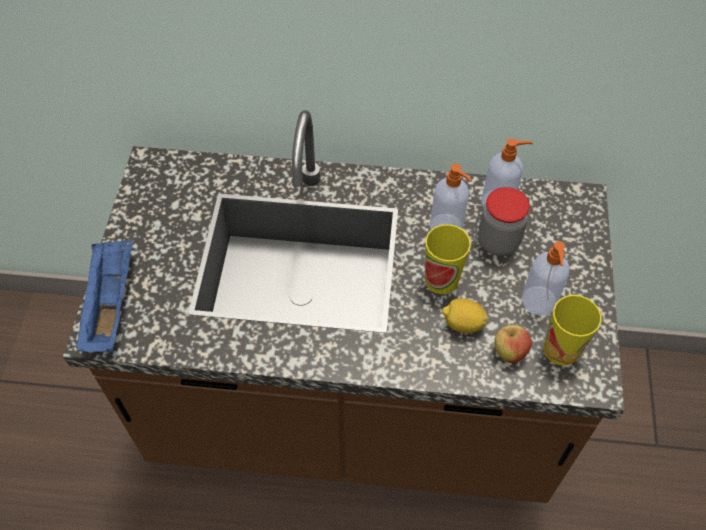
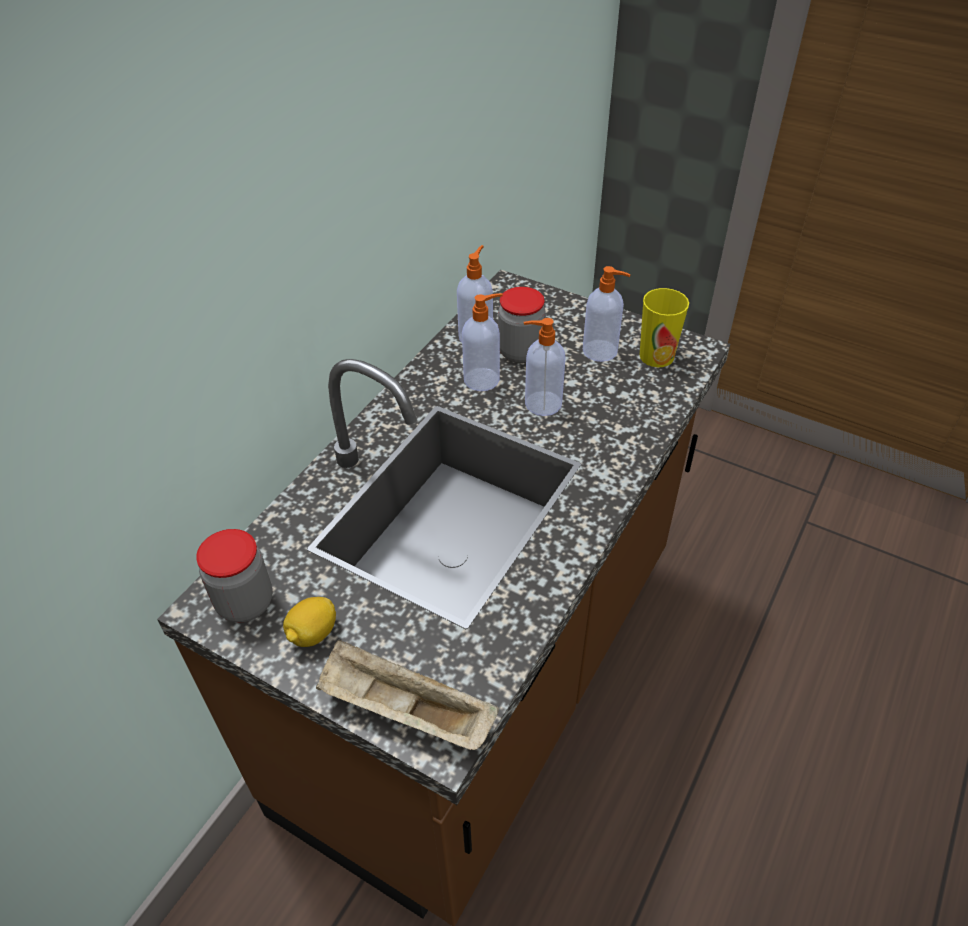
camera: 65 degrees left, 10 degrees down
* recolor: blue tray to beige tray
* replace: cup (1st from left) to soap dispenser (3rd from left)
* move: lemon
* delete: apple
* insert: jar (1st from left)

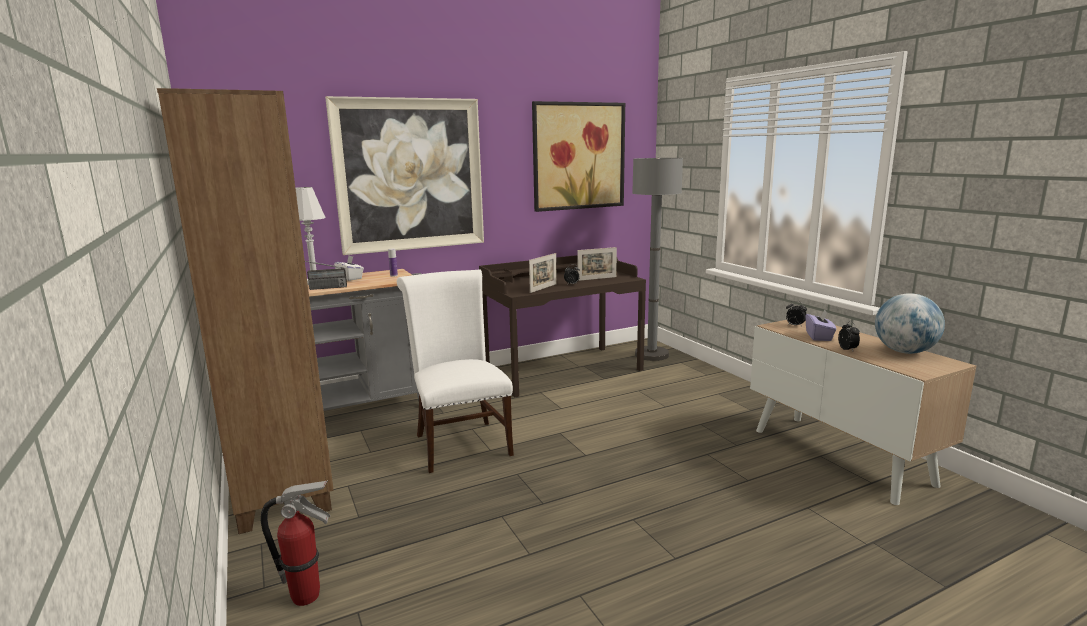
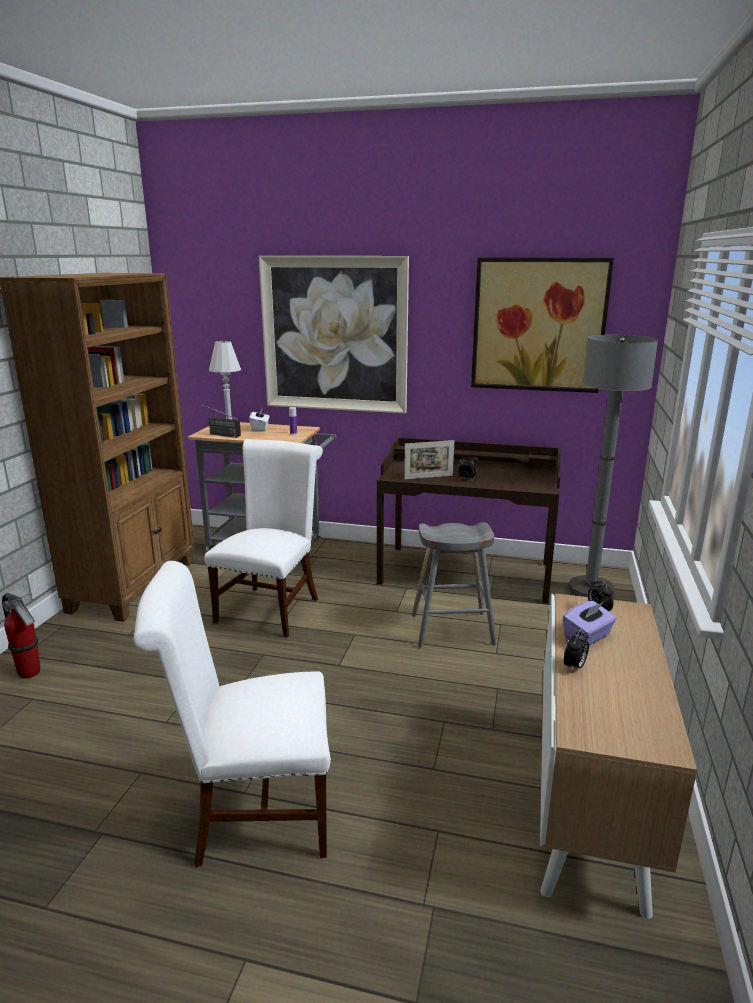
camera: 40 degrees right, 5 degrees up
* delete: picture frame (2nd from left)
* delete: globe
* insert: white chair (1st from left)
* insert: grey stool

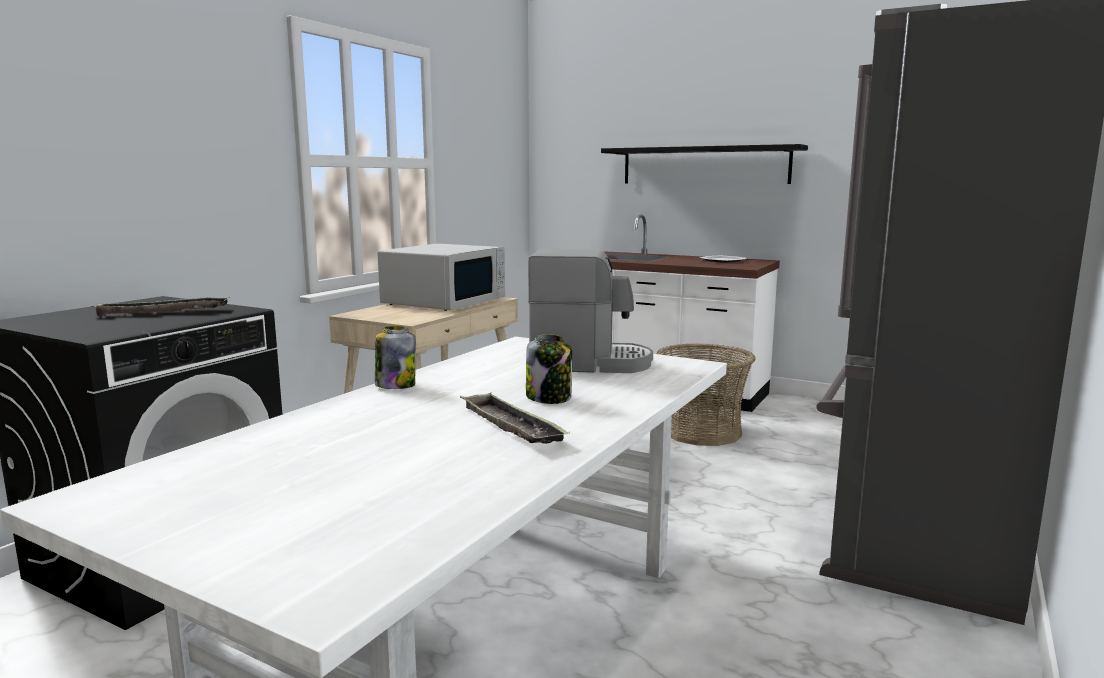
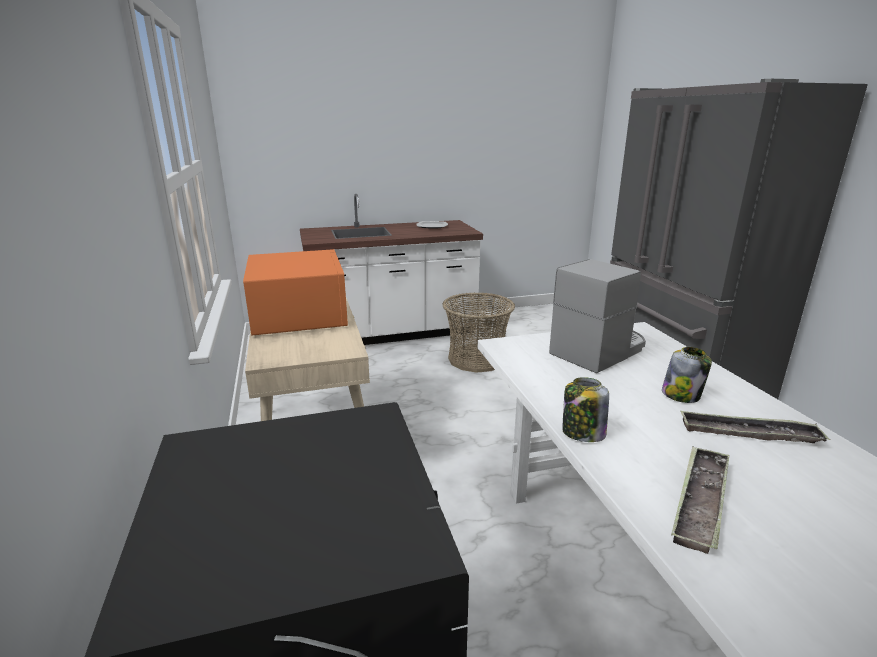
camera: 45 degrees left, 10 degrees up
* move: tray (1st from left)
* recolor: white microwave to orange microwave
* delete: black shelf

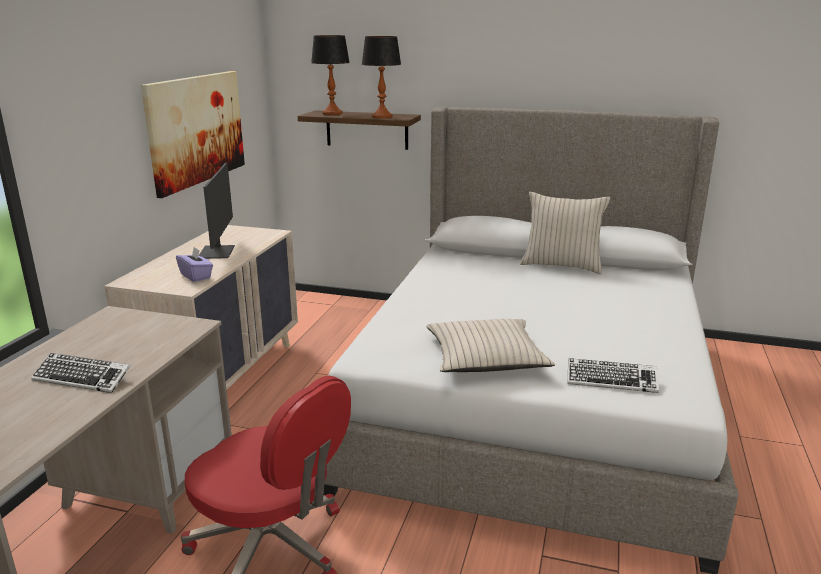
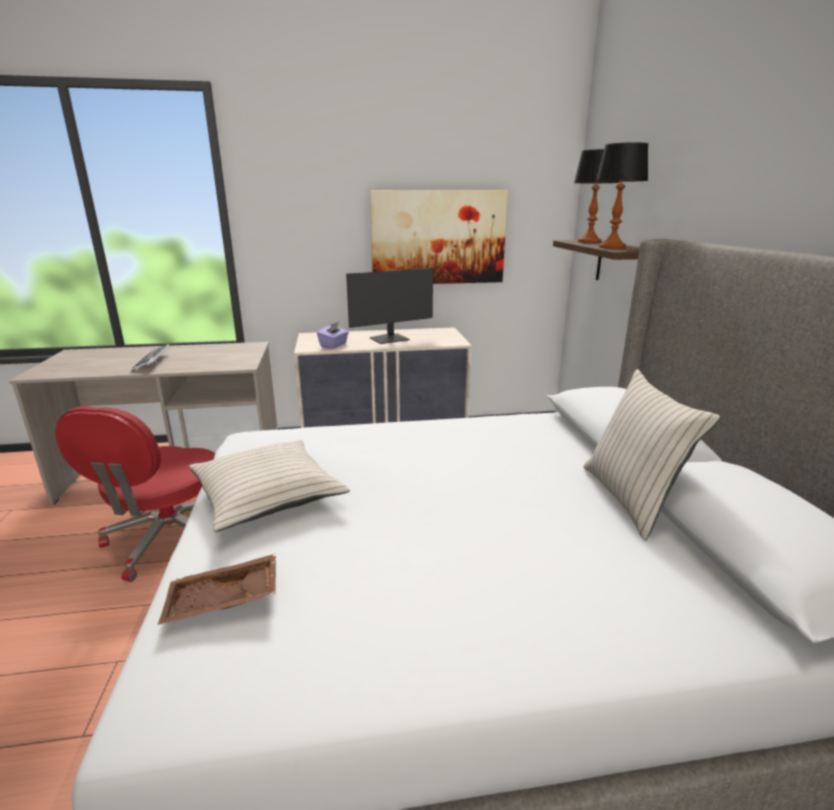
camera: 65 degrees right, 0 degrees up
* replace: keyboard (2nd from left) to brown tray

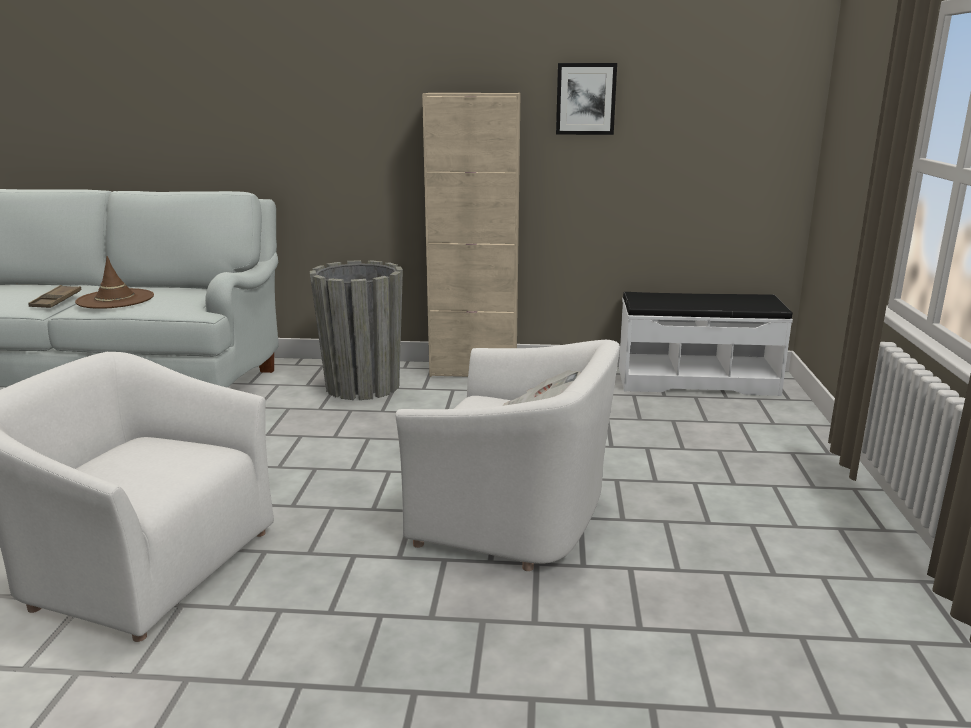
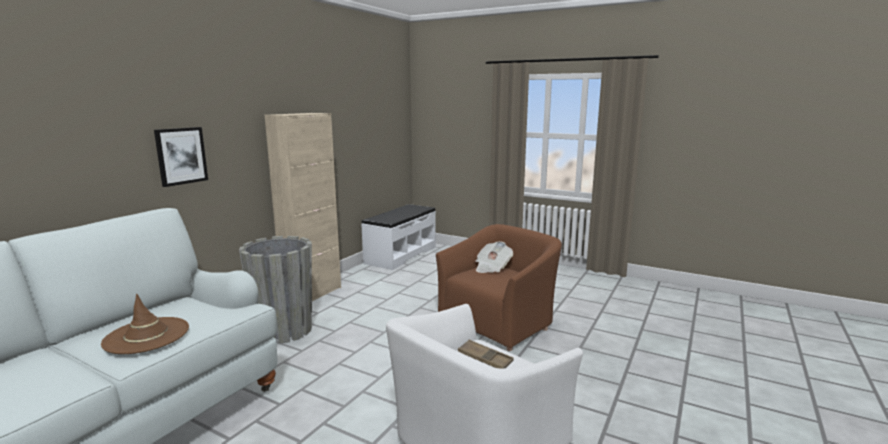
camera: 65 degrees left, 5 degrees down
* move: brown tray
* recolor: white armchair (2nd from left) to brown armchair
* move: picture

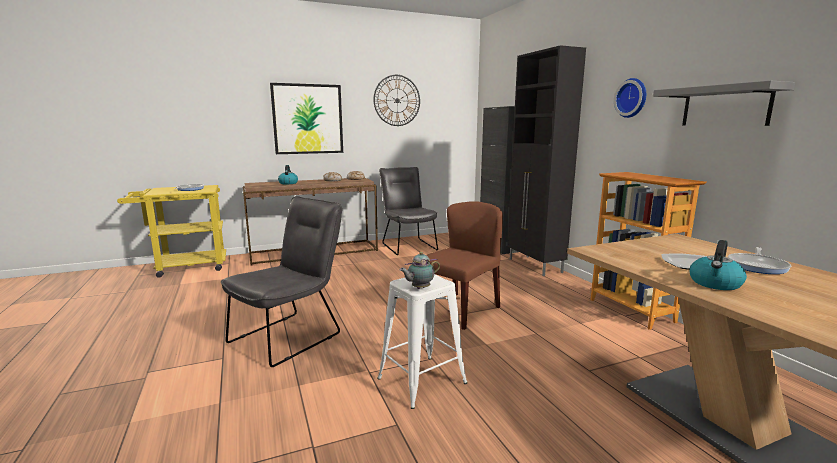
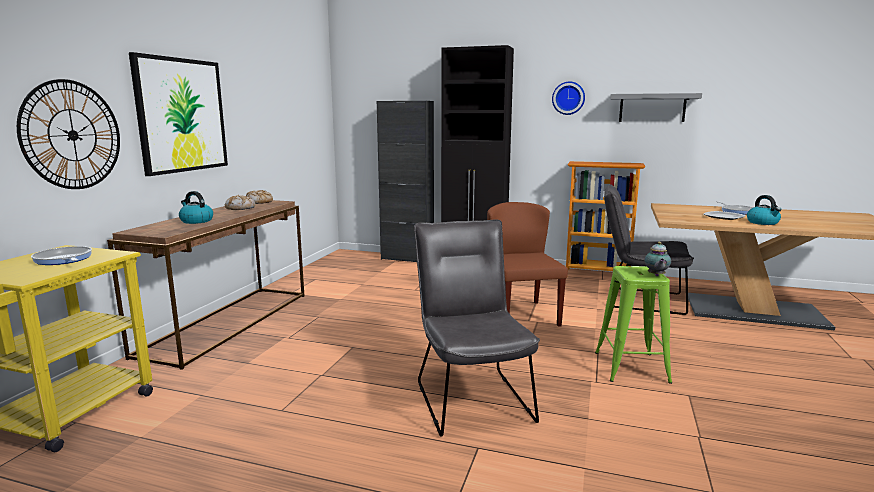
camera: 50 degrees left, 0 degrees up
* move: wall clock (1st from left)
* recolor: white stool to green stool
* move: grey chair (2nd from left)

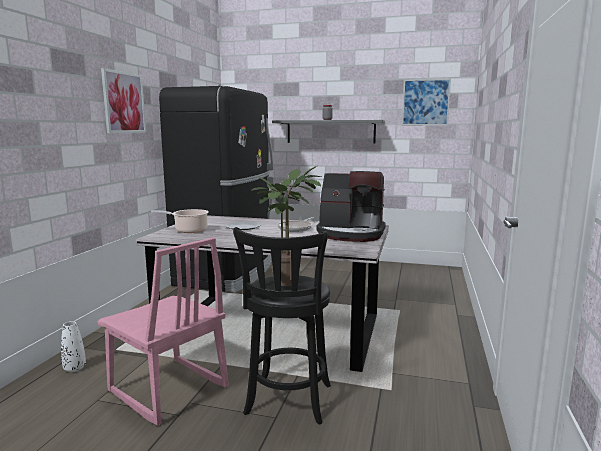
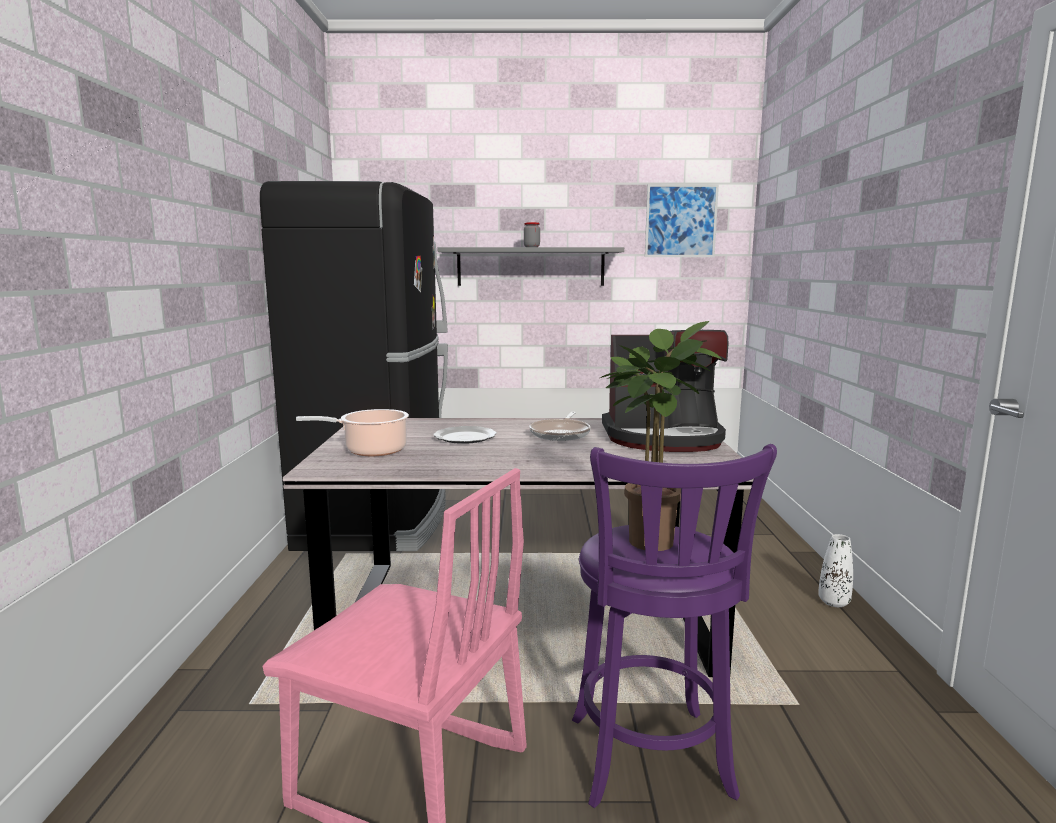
camera: 15 degrees left, 0 degrees up
* move: white vase
* delete: picture (1st from left)
* recolor: black stool to purple stool

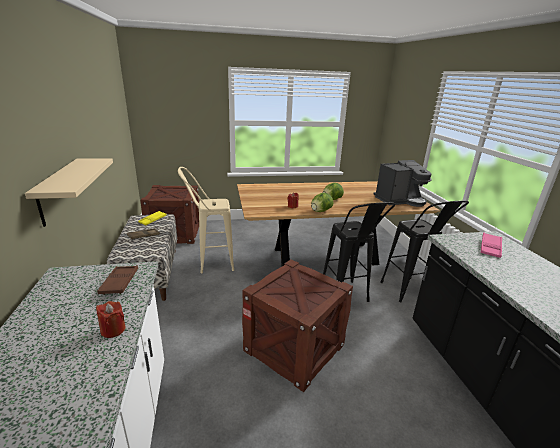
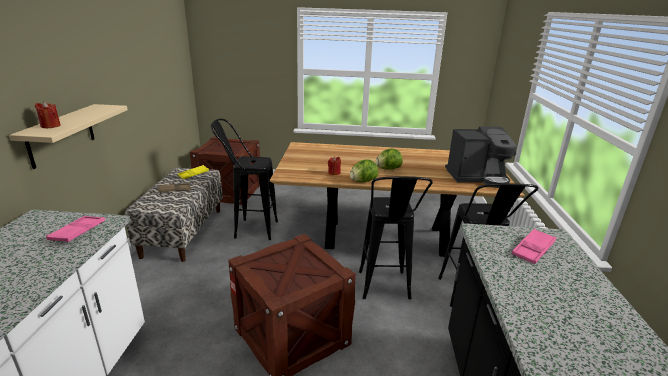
camera: 15 degrees right, 0 degrees up
* move: red candle (1st from left)
* recolor: brown tray (1st from left) to pink tray (1st from left)
* recolor: beige stool to black stool (1st from left)

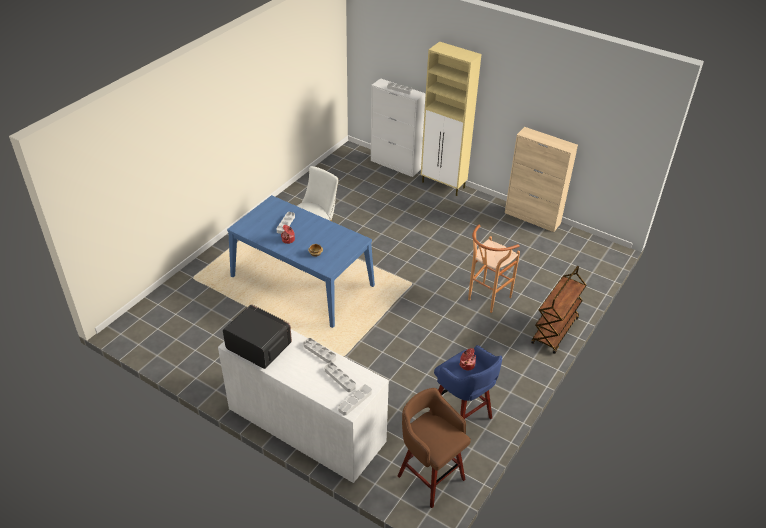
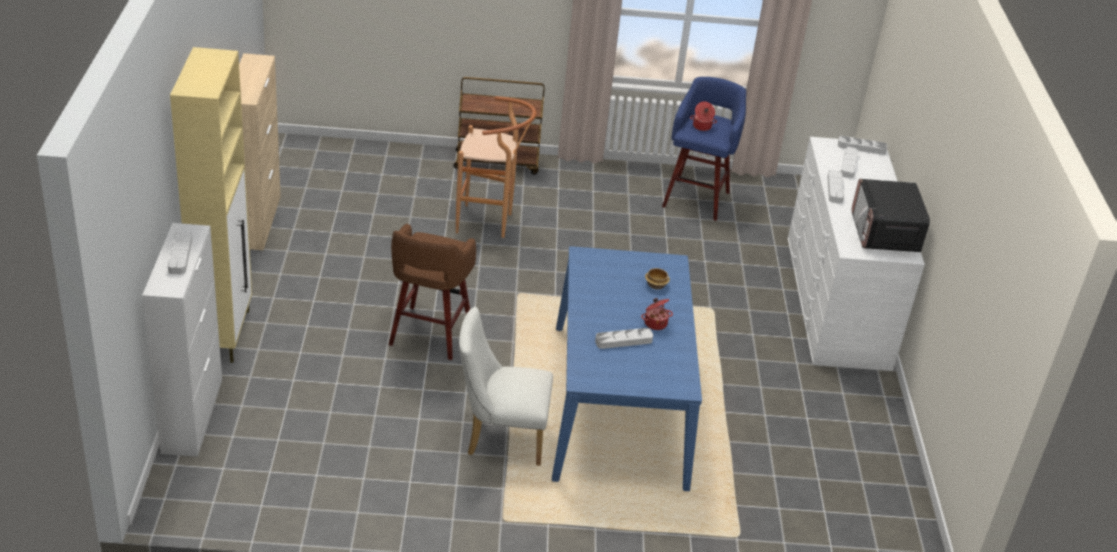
camera: 125 degrees left, 5 degrees down
* move: brown stool (1st from left)

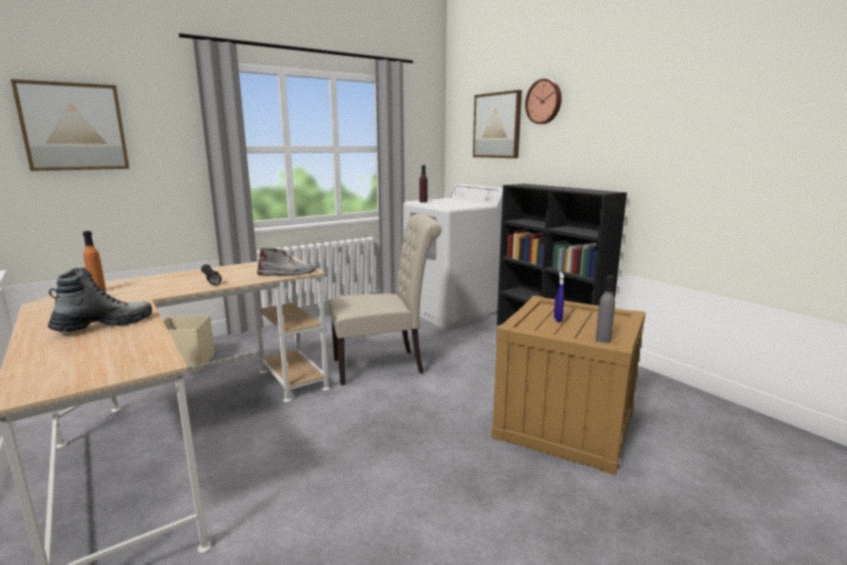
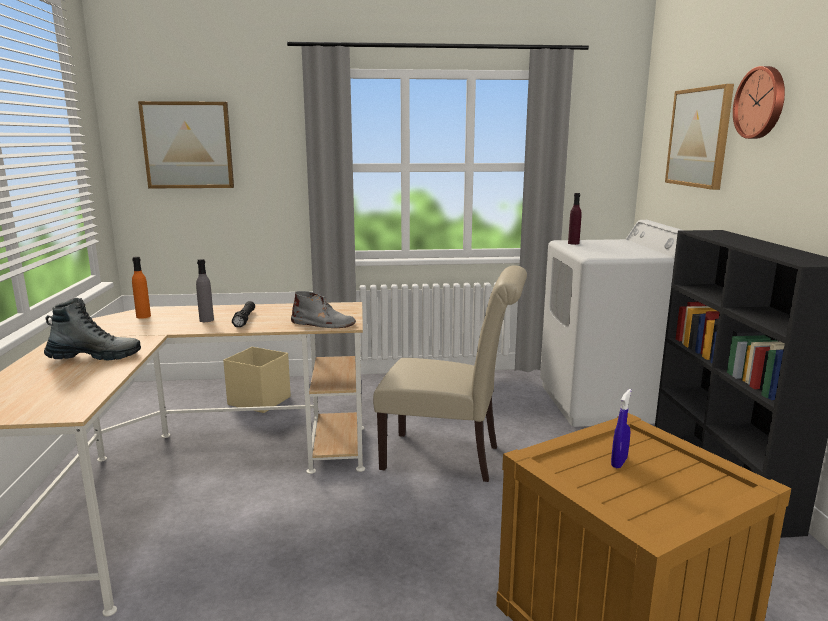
camera: 30 degrees right, 0 degrees up
* move: grey bottle

